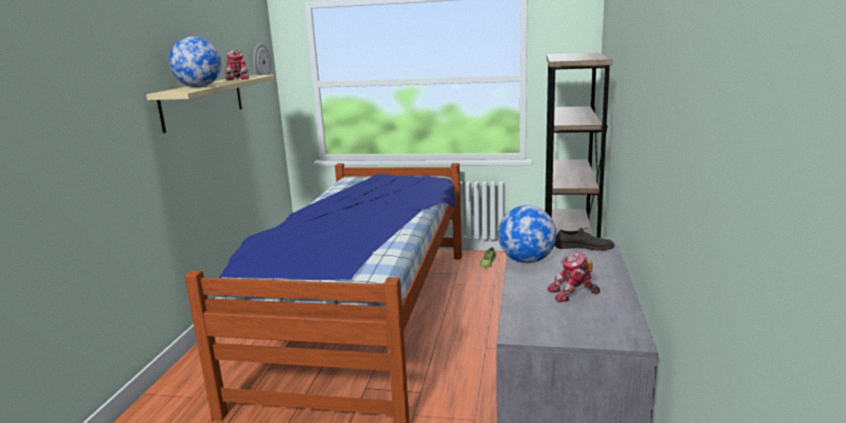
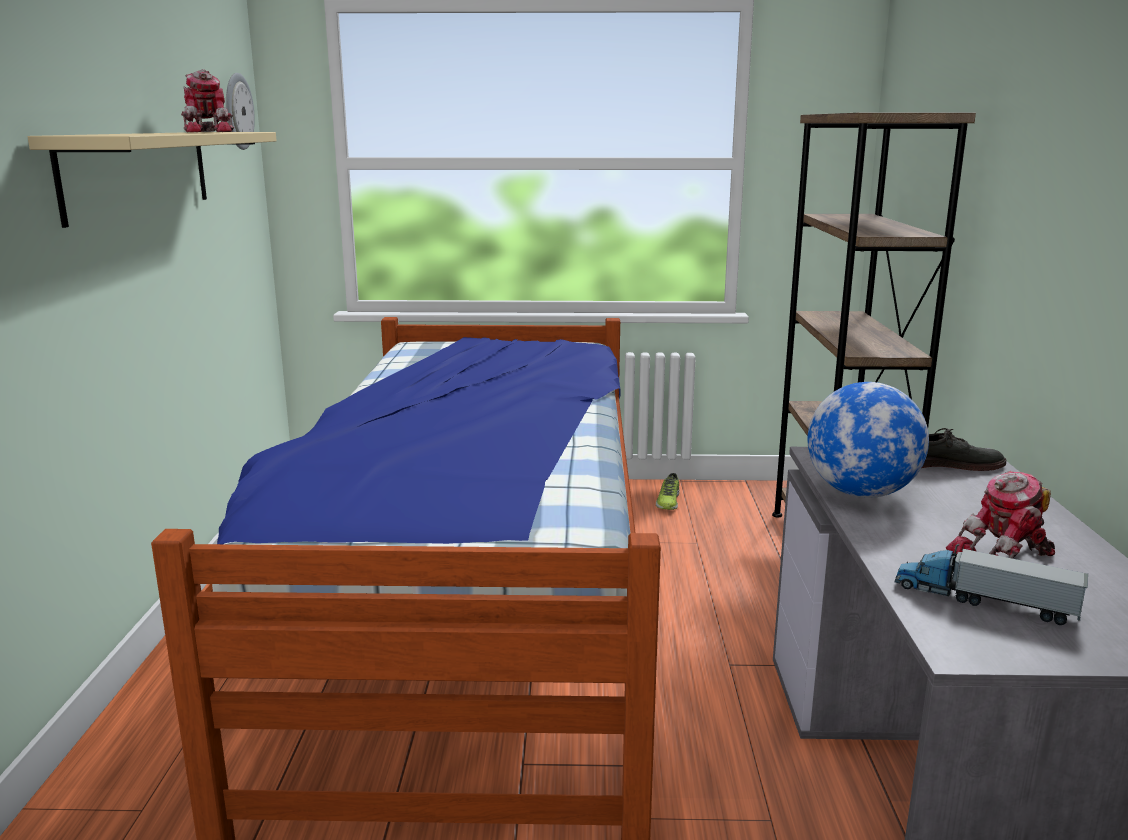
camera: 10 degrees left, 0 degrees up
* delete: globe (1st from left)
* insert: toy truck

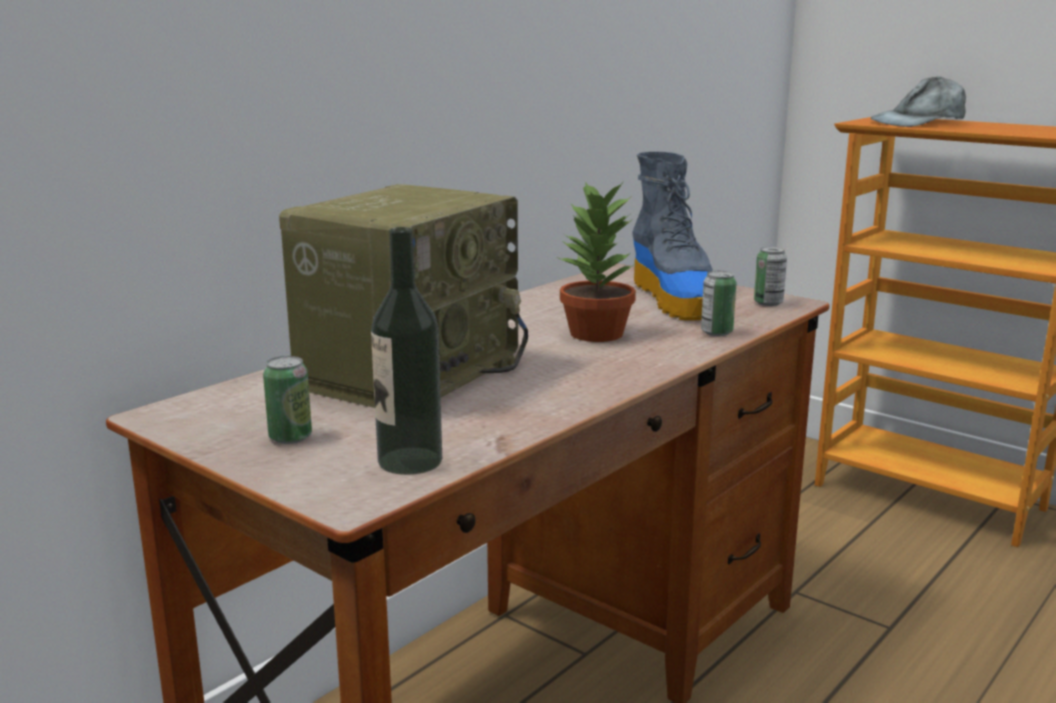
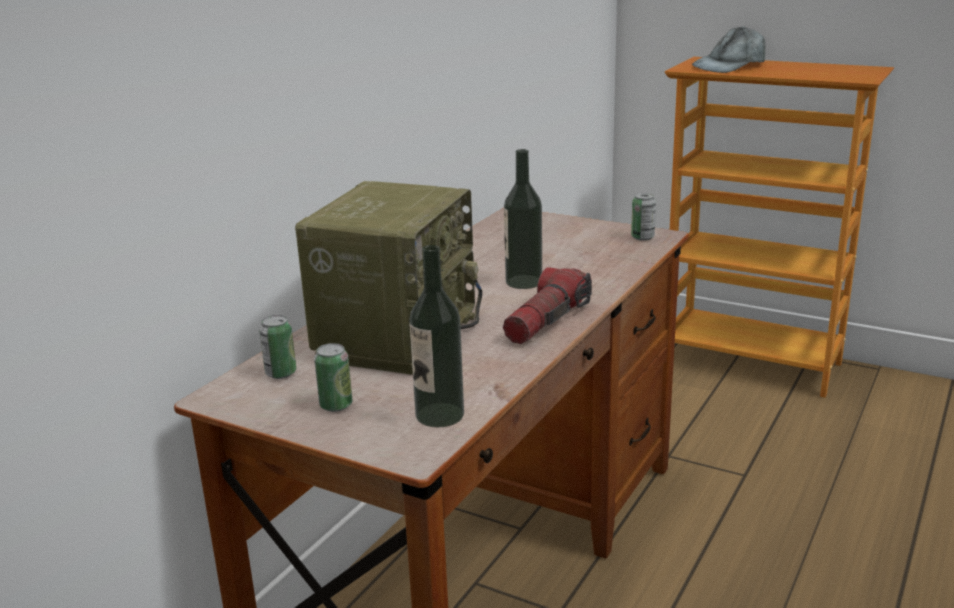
camera: 10 degrees left, 5 degrees up
* replace: potted plant to bottle (2nd from left)
* delete: boot
* move: can (2nd from left in the first image) to can (1st from left)
* insert: flashlight

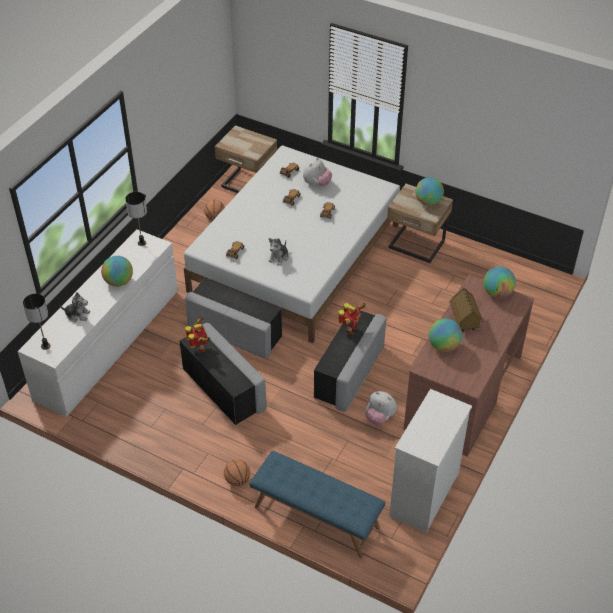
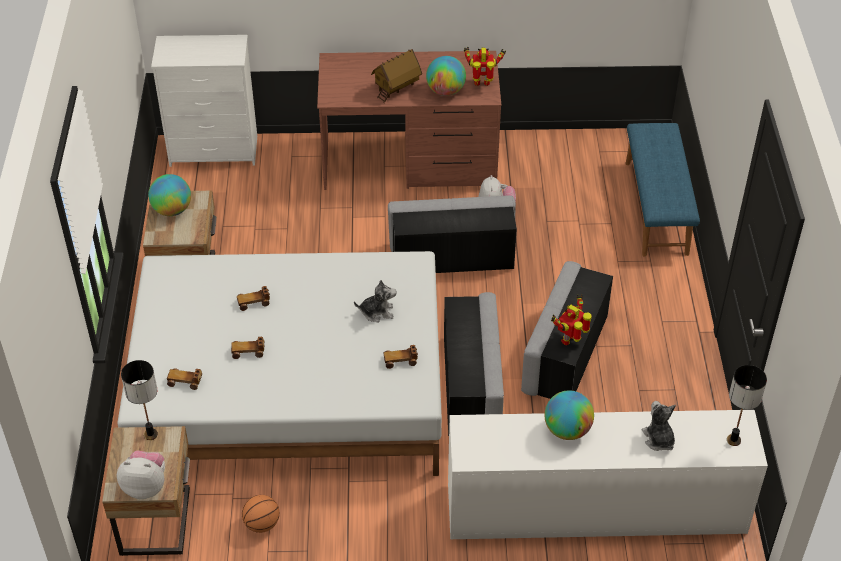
camera: 120 degrees left, 0 degrees up
* move: table lamp (2nd from left in the first image) to table lamp (1st from left)
* delete: basketball (2nd from left)
* move: plush toy (3rd from left in the first image) to plush toy (1st from left)
* move: toy robot (2nd from left in the first image) to toy robot (1st from left)
* move: white dresser (2nd from left in the first image) to white dresser (1st from left)
* delete: globe (4th from left)

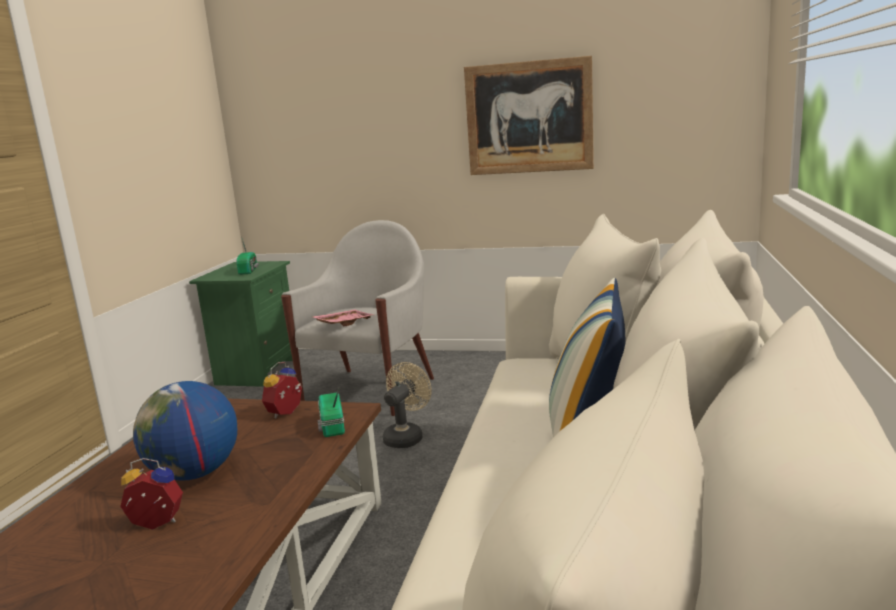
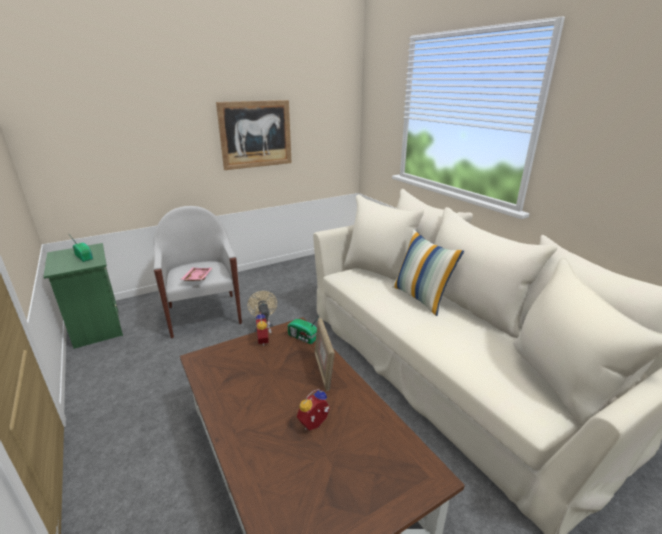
camera: 45 degrees left, 10 degrees up
* delete: globe
* insert: picture frame

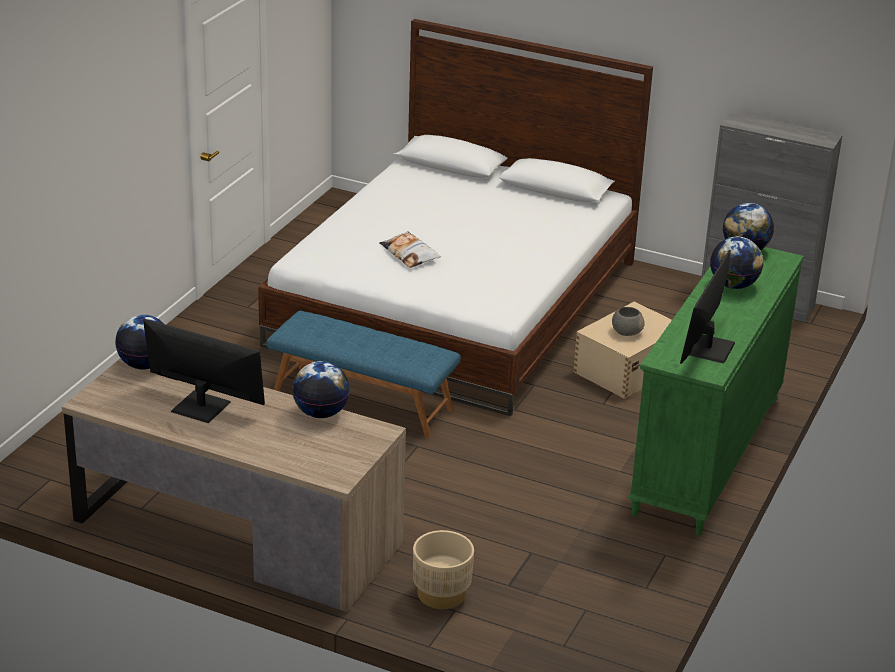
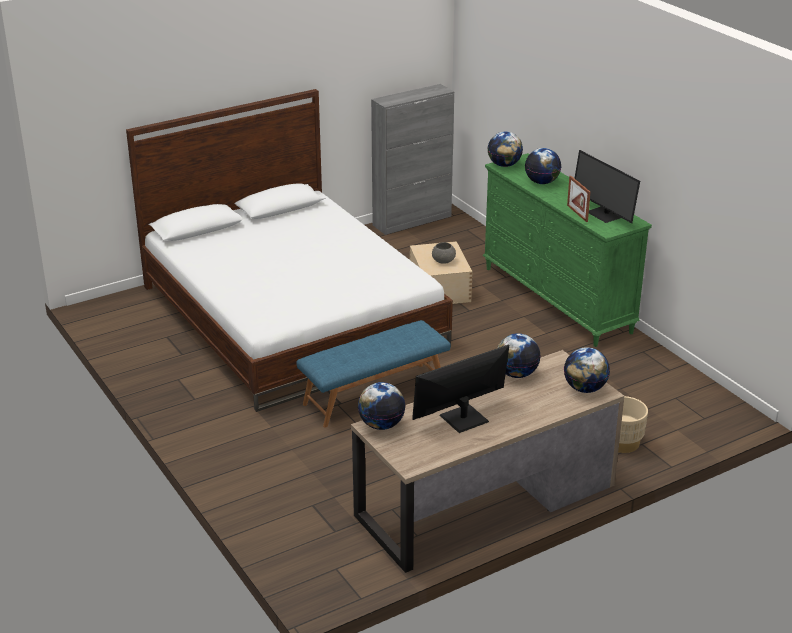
camera: 55 degrees left, 0 degrees up
* delete: pillow
* insert: globe (5th from left)
* insert: picture frame

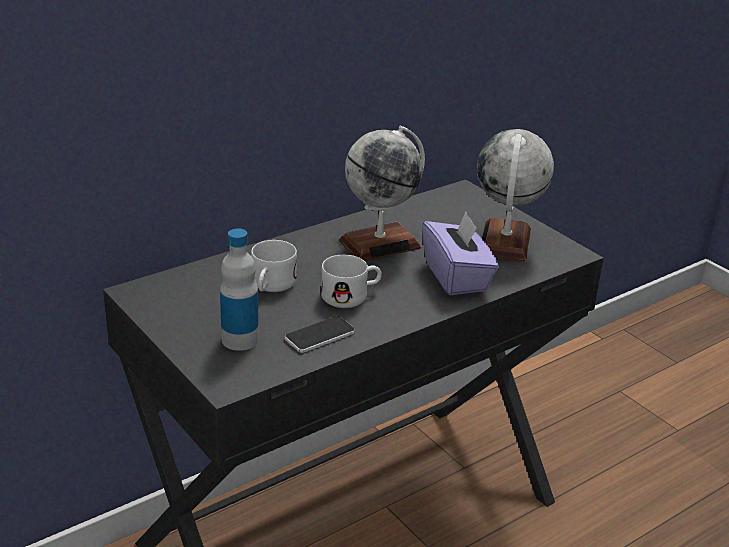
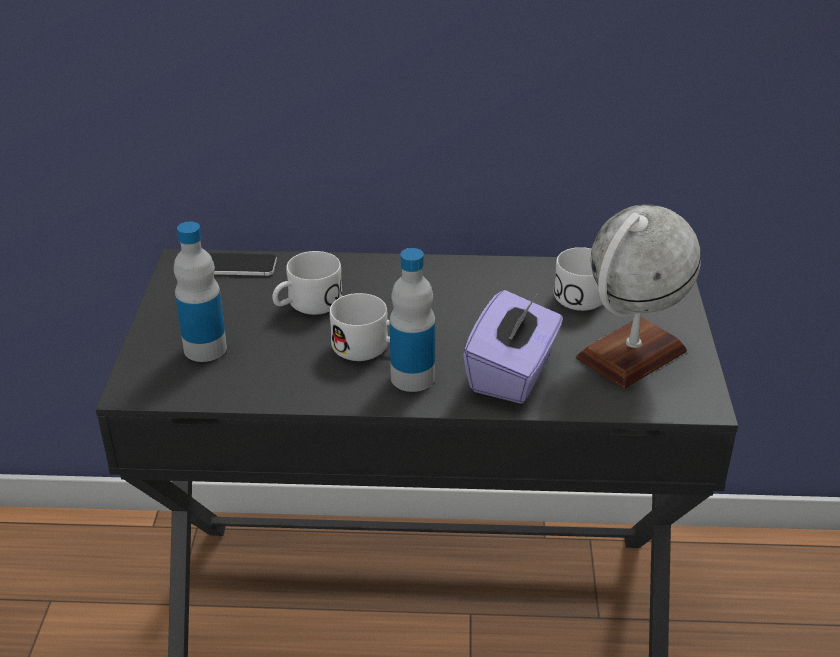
camera: 40 degrees right, 5 degrees up
* move: phone
* delete: globe (1st from left)
* insert: bottle (2nd from left)
* insert: white mug (3rd from left)

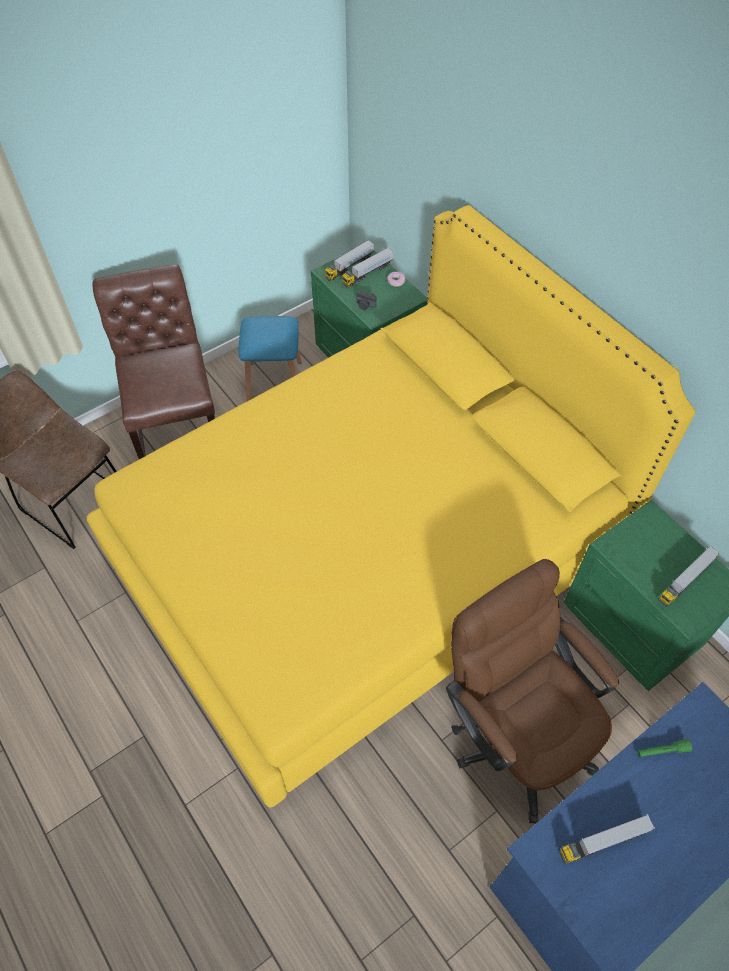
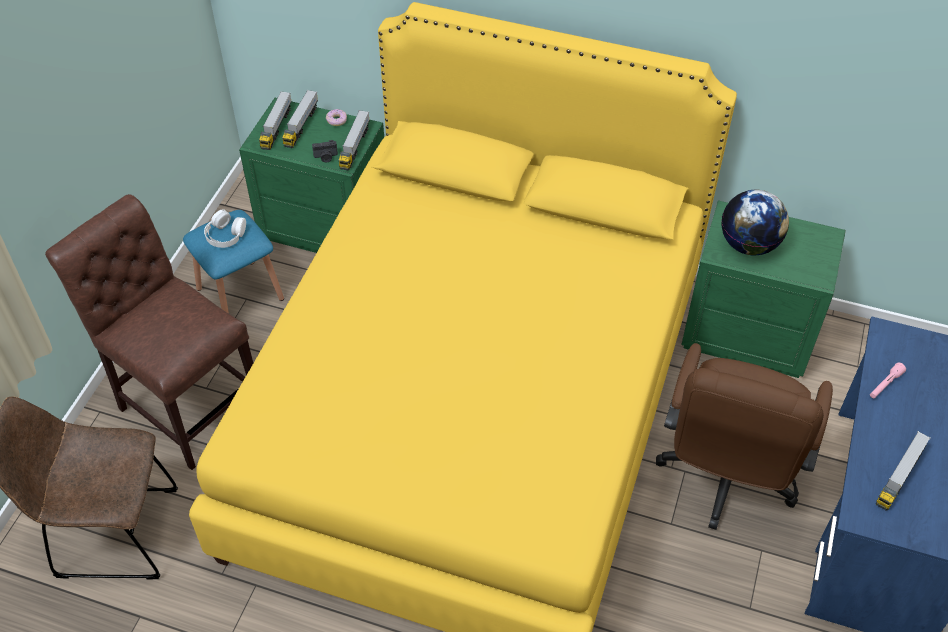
camera: 35 degrees left, 5 degrees down
* rotate: brown office chair 90 degrees counterclockwise
* recolor: green flashlight to pink flashlight
* move: toy truck (4th from left in the first image) to toy truck (3rd from left)
* insert: white headphones
* insert: globe

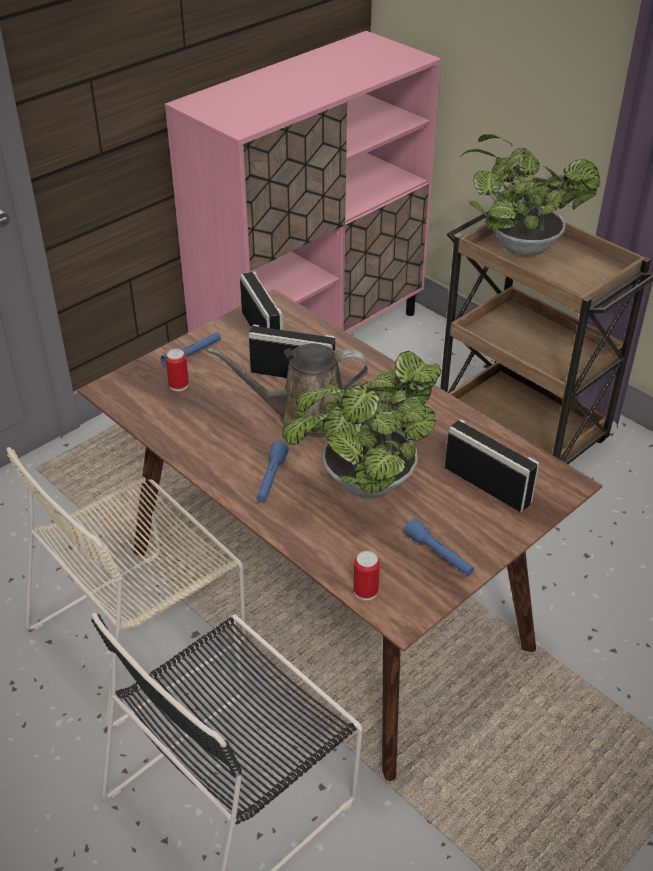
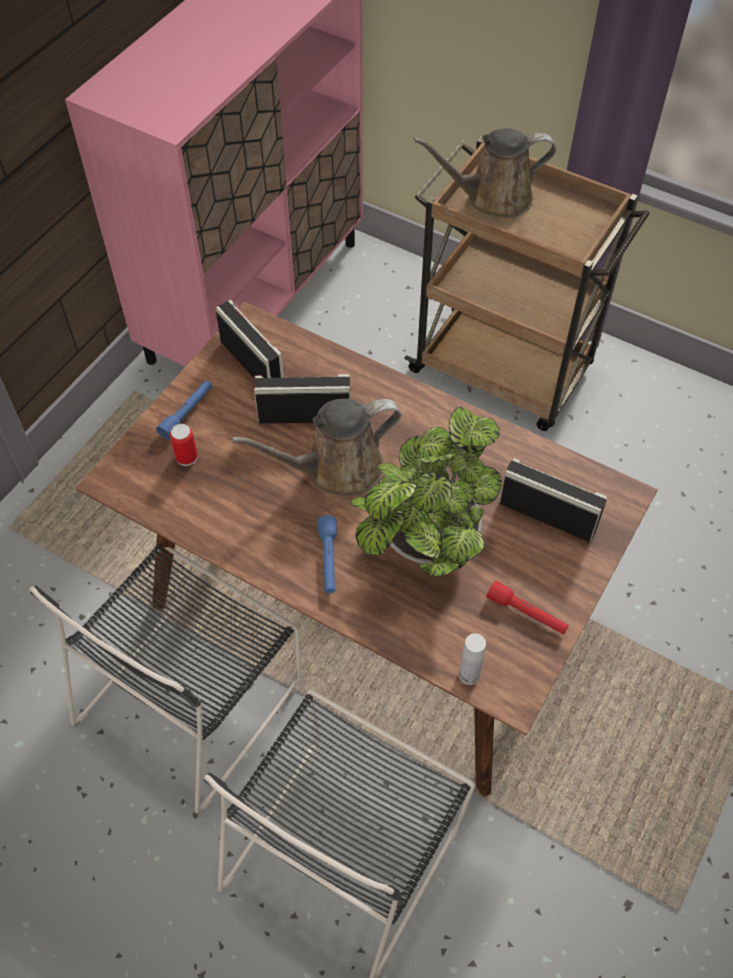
camera: 15 degrees left, 15 degrees up
* recolor: beige chair to black chair (1st from left)
* replace: can (2nd from left) to white bottle
* recolor: blue flashlight (3rd from left) to red flashlight
* replace: potted plant (2nd from left) to brown watering can (2nd from left)

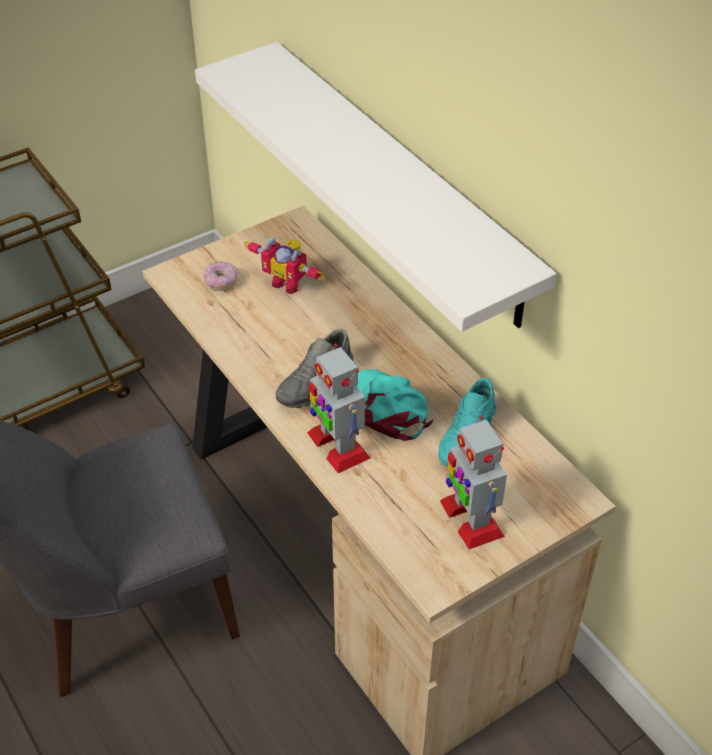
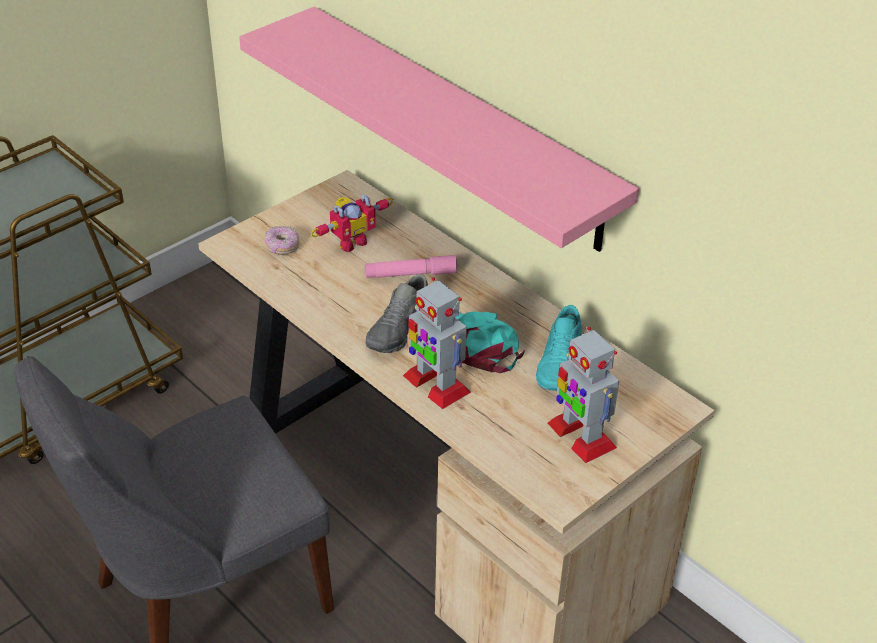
camera: 10 degrees left, 5 degrees down
* recolor: white shelf to pink shelf
* rotate: toy robot (1st from left) 60 degrees counterclockwise
* insert: pink flashlight

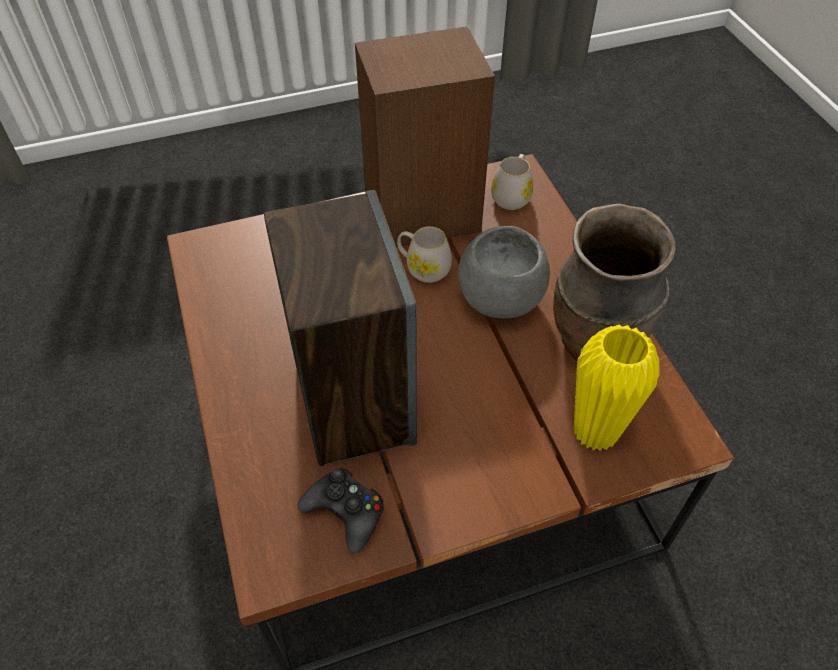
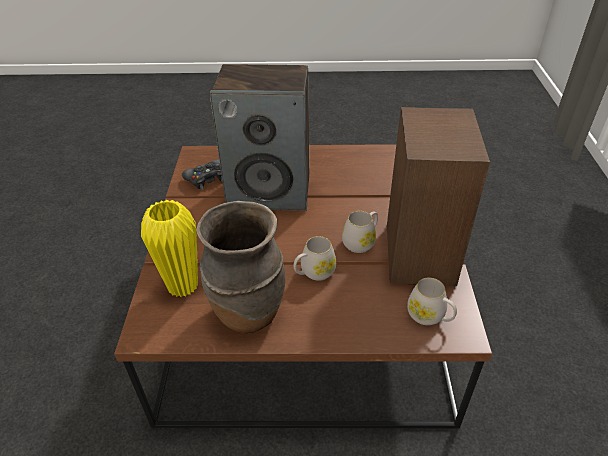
camera: 110 degrees right, 10 degrees down
* replace: grey bowl to white mug (1st from left)

